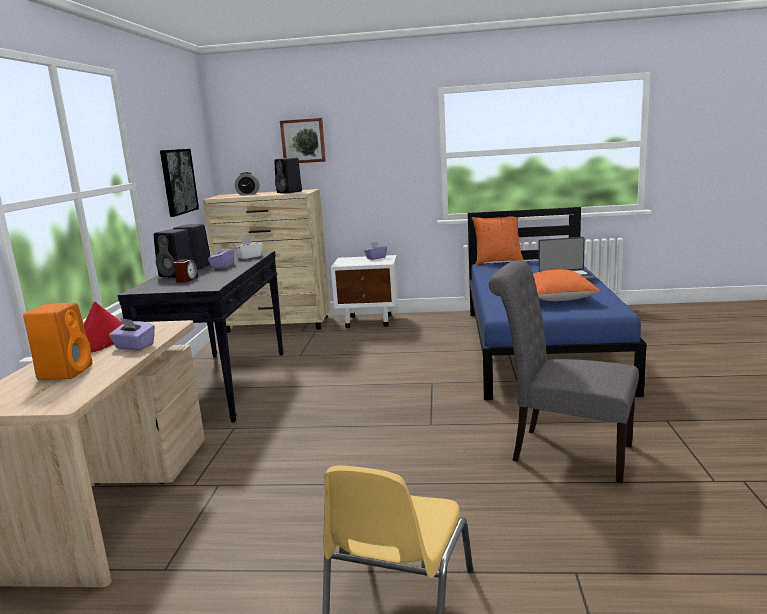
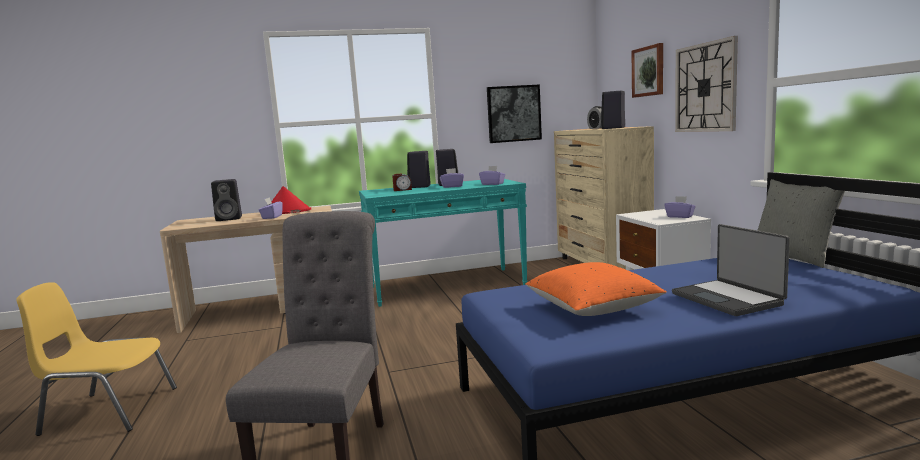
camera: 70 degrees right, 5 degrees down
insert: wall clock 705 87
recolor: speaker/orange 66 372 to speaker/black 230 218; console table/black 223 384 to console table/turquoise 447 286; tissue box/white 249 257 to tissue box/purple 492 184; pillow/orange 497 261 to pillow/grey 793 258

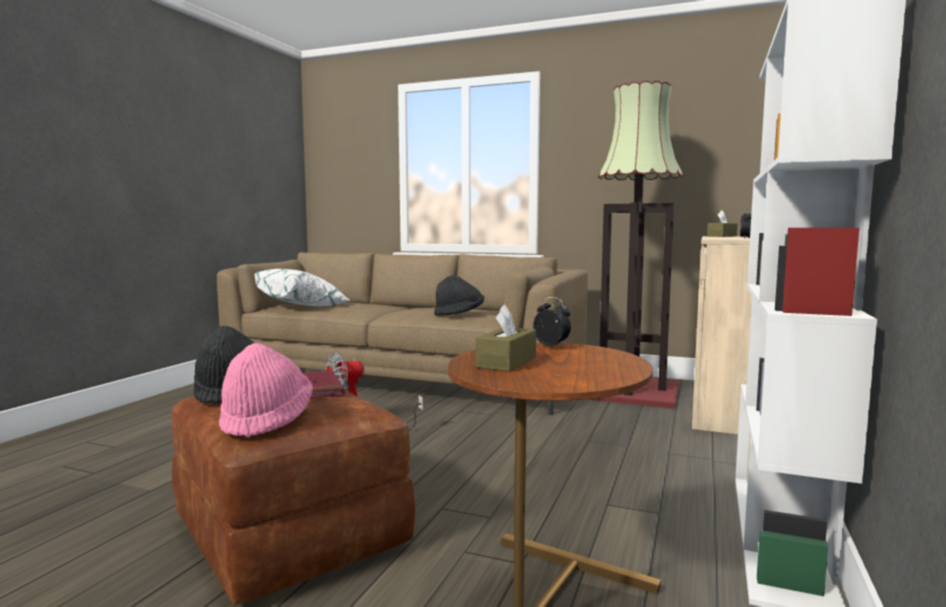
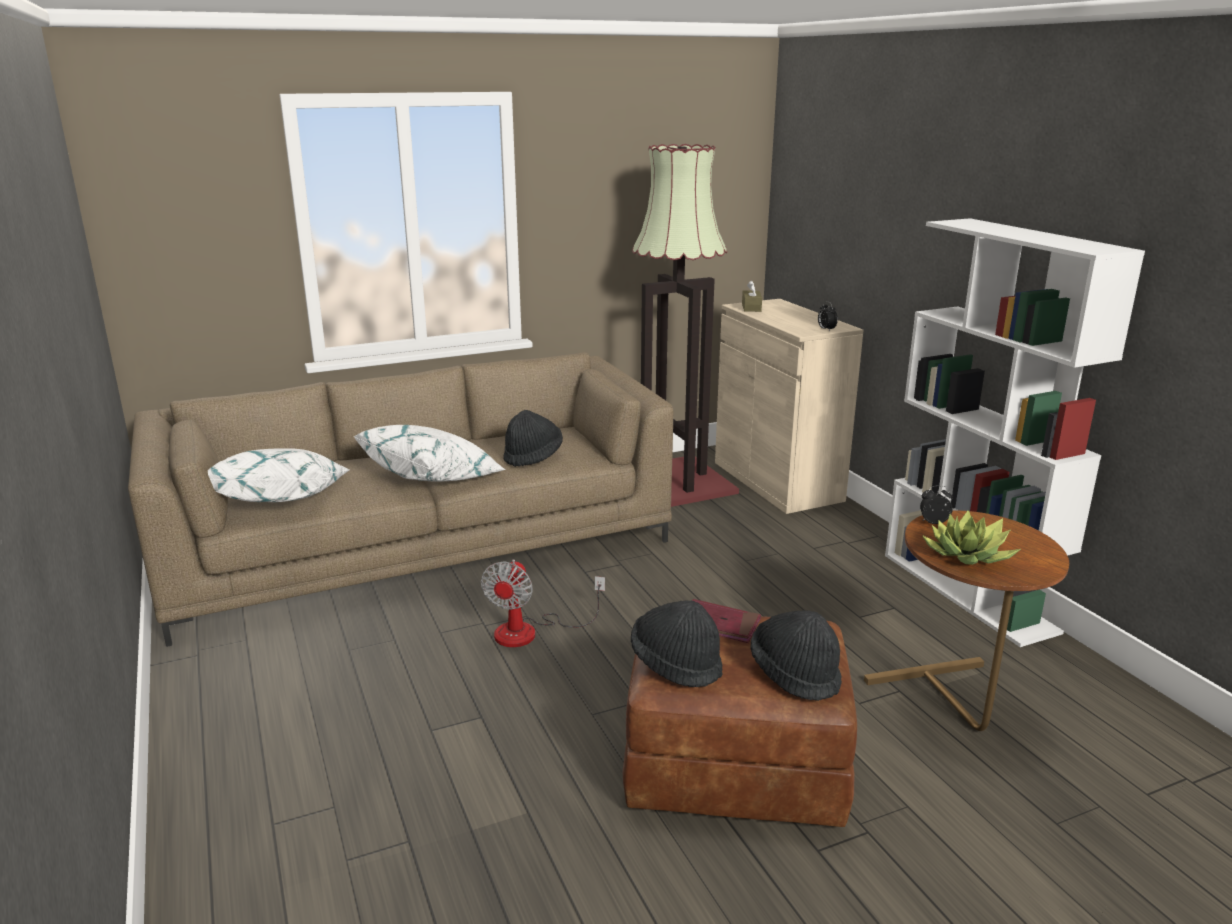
camera: 45 degrees left, 15 degrees up
insert: pillow/white 433 477
replace: tissue box/brown 506 362 to potted plant 968 555
recolor: hat/pink 267 420 to hat/black 795 674

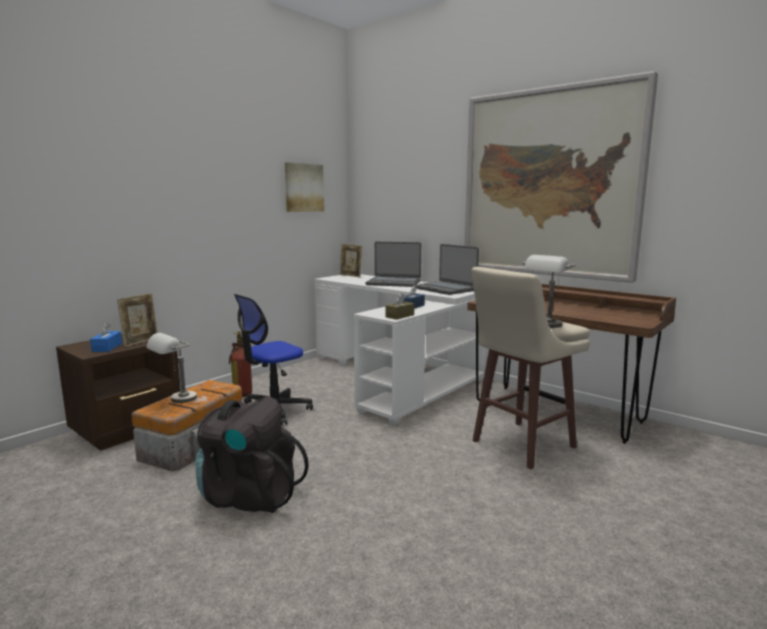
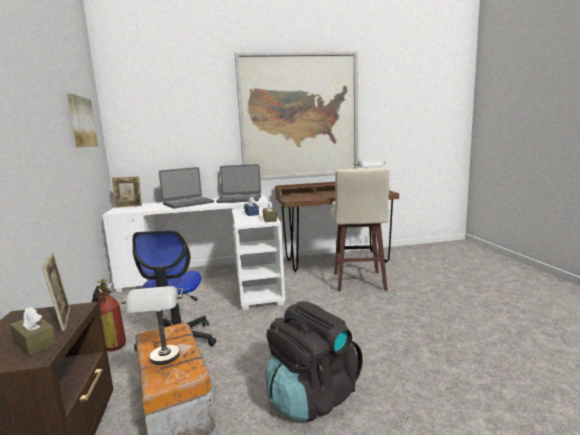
camera: 50 degrees left, 0 degrees up
recolor: tissue box/blue 107 347 to tissue box/brown 35 342

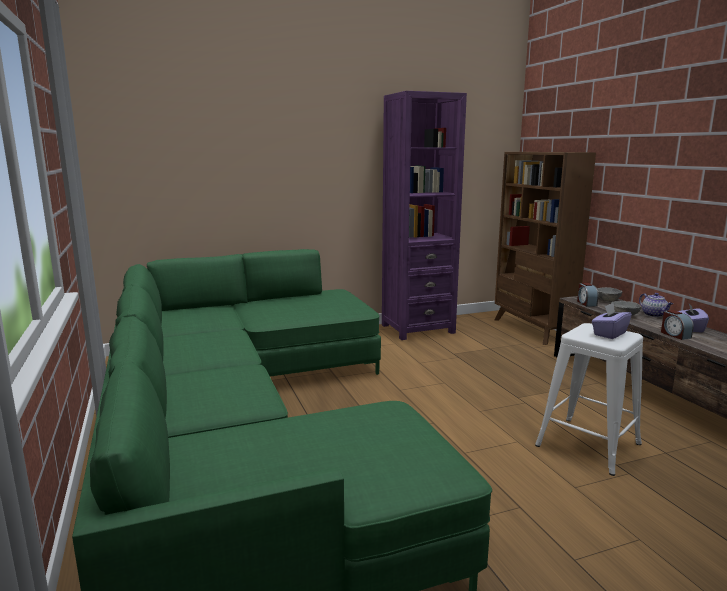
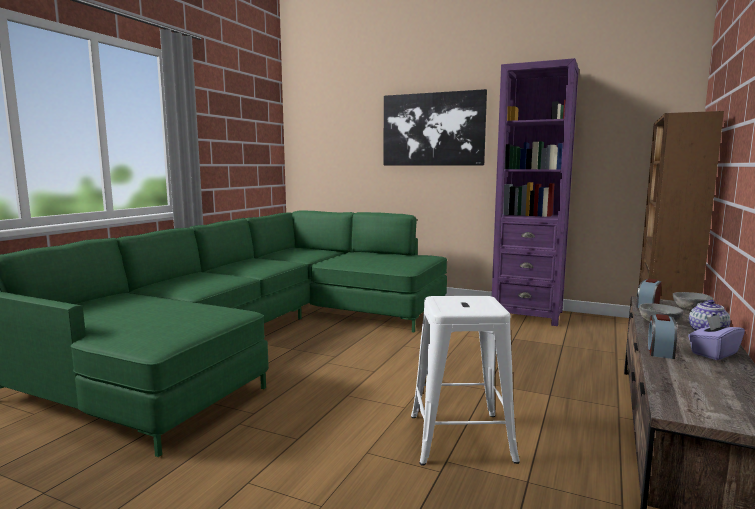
camera: 45 degrees right, 5 degrees down
delete: tissue box/purple 609 334
insert: picture 433 129

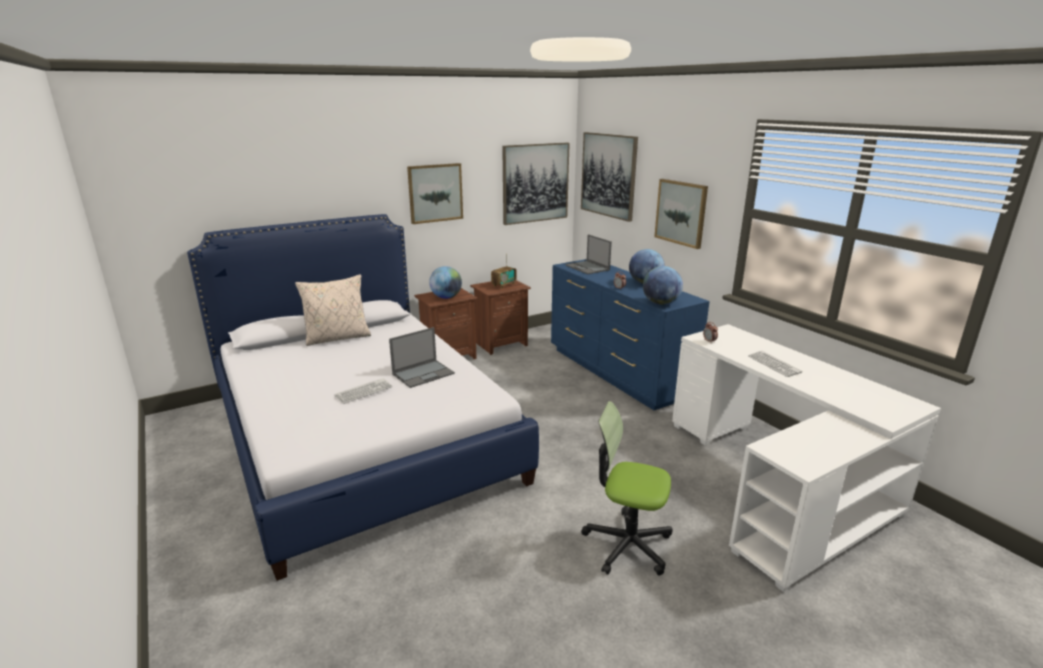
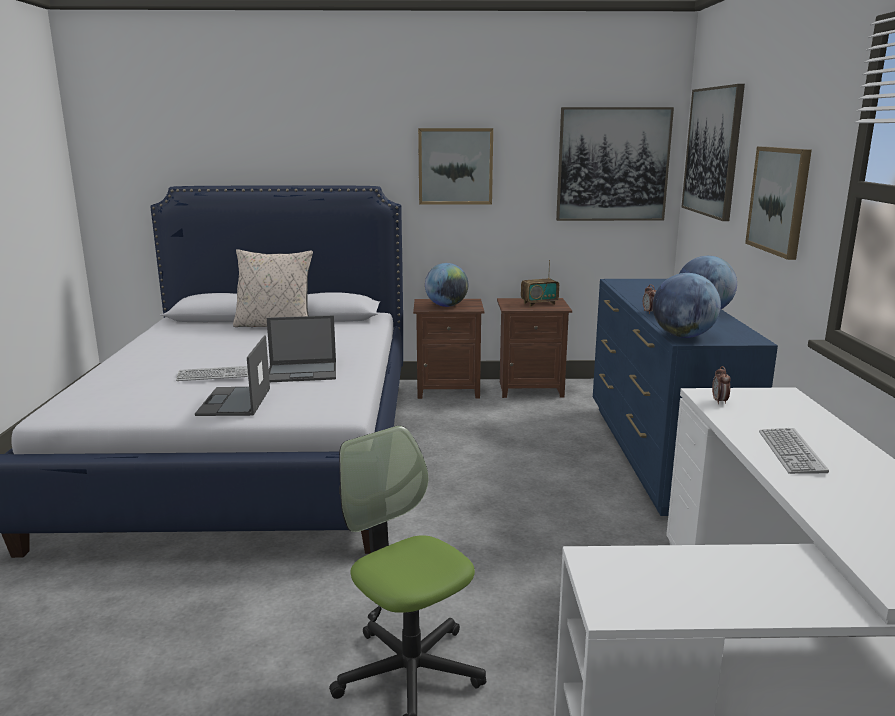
camera: 30 degrees right, 5 degrees down
move: laptop 588 268 to 234 402

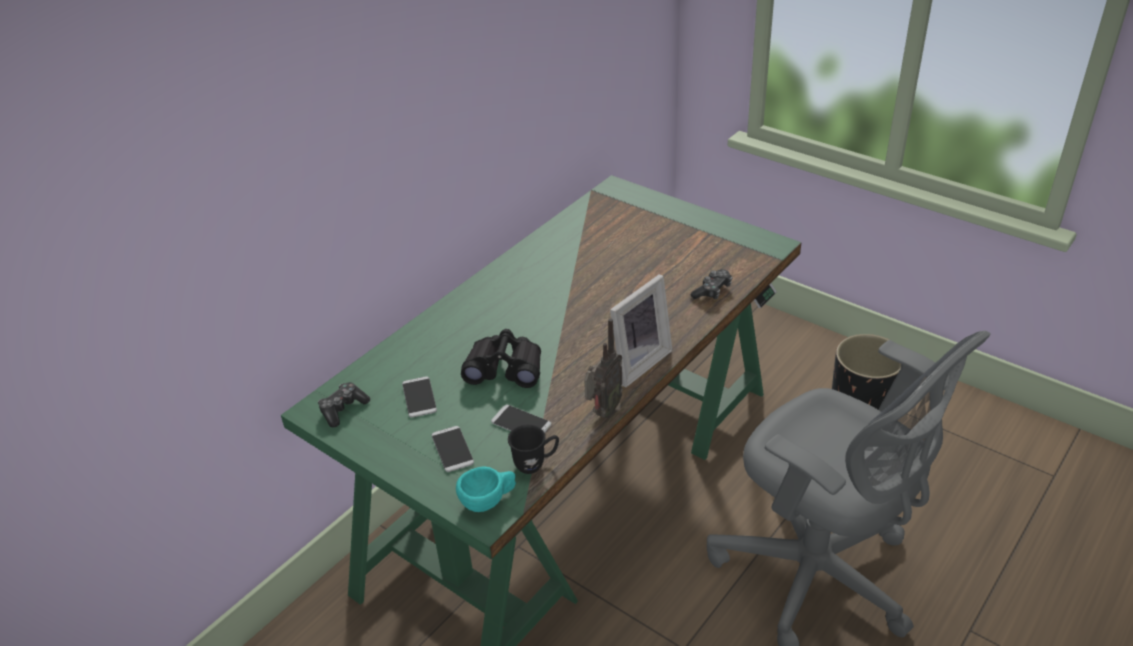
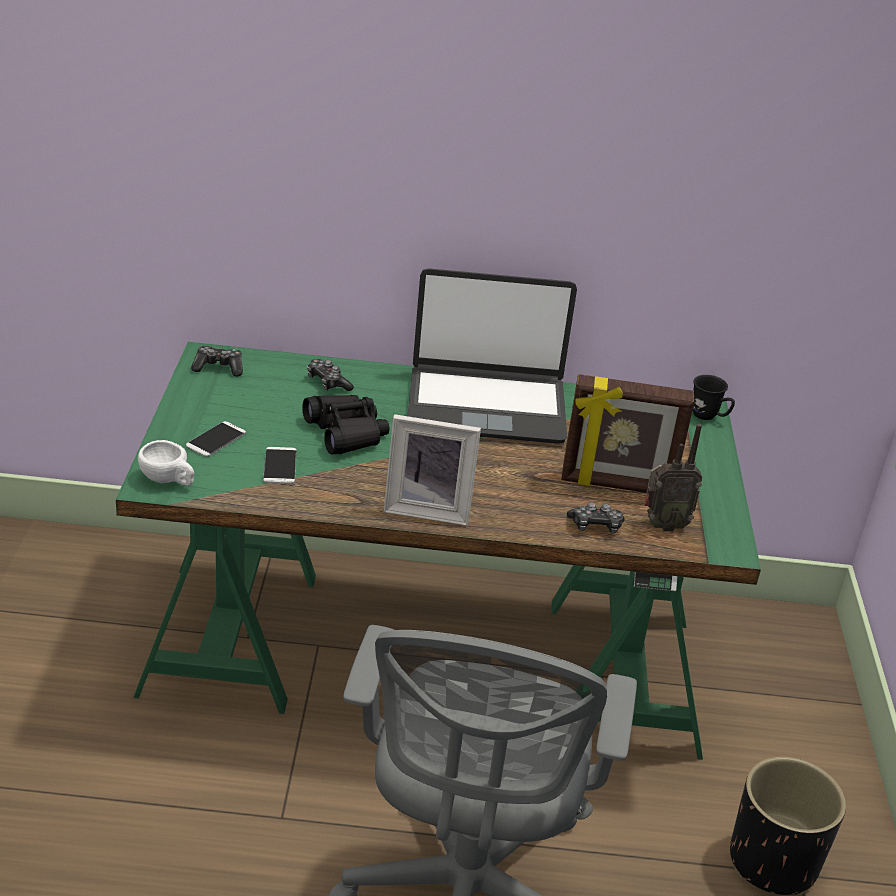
camera: 50 degrees right, 5 degrees down
delete: phone 419 397
insert: game controller 328 383; laptop 486 405; picture frame 617 485
move: radio 603 411 to 663 525; mug/black 535 464 to 709 416
recolor: cup/turquoise 489 500 to cup/white 168 480

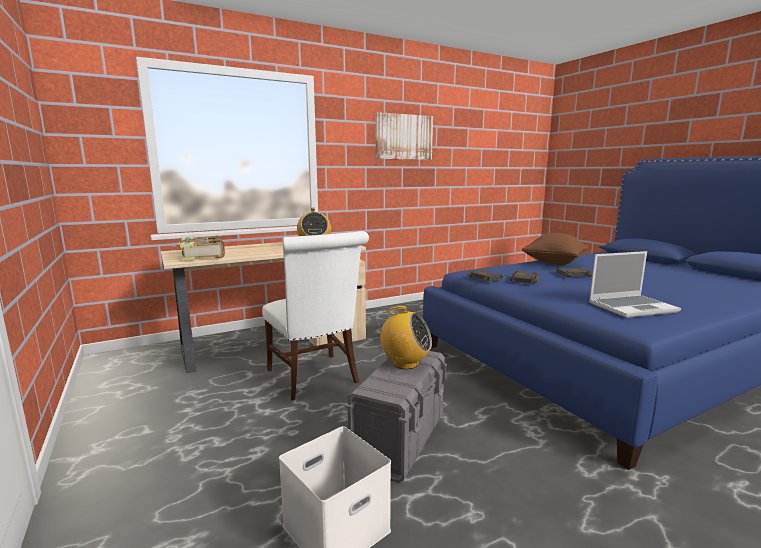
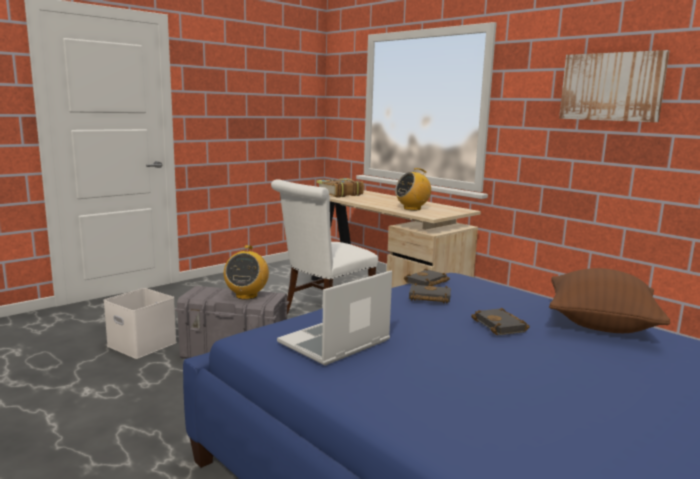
camera: 75 degrees right, 0 degrees up
rotate: laptop 632 307 = 334 343 75 degrees clockwise

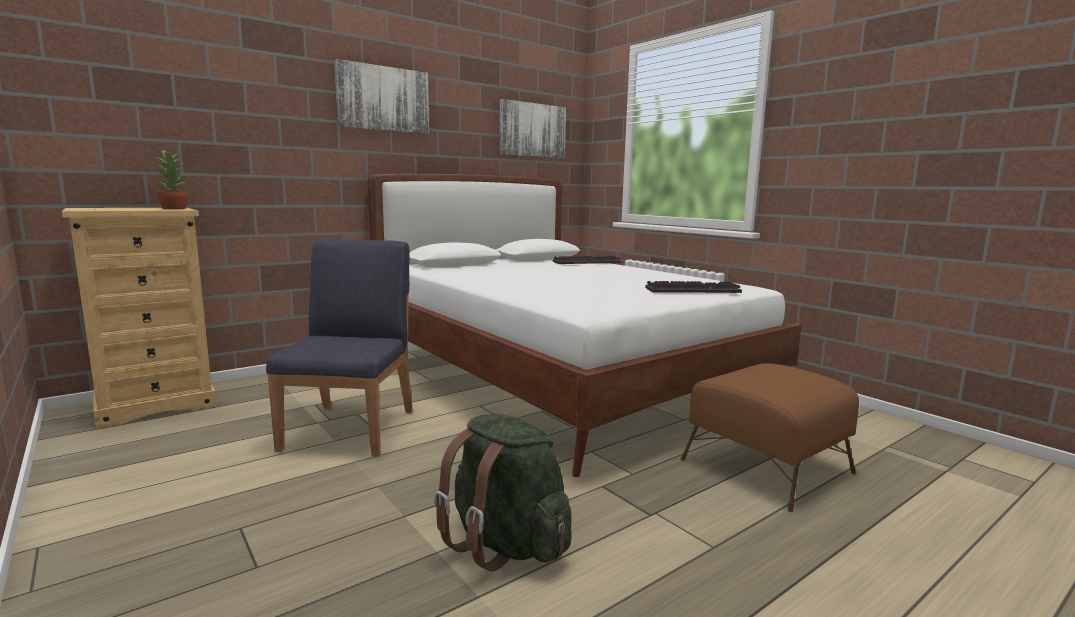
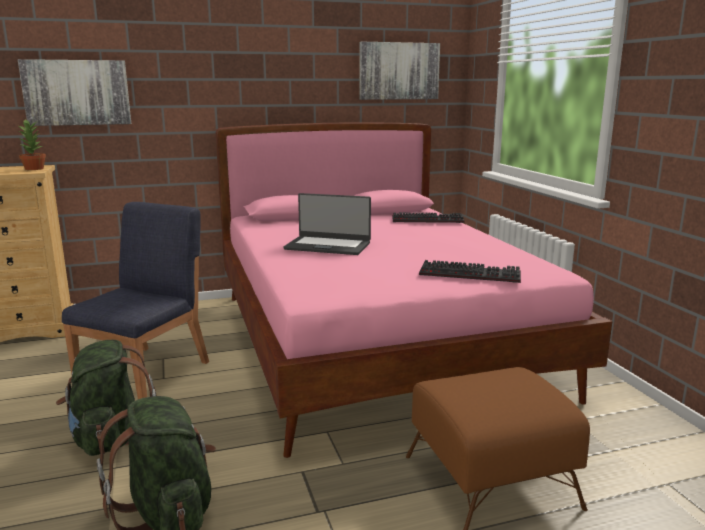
camera: 20 degrees right, 5 degrees up
insert: backpack/green 109 438; laptop 328 246
move: picture 383 99 to 77 92
recolor: bed/white 561 379 to bed/pink 375 343

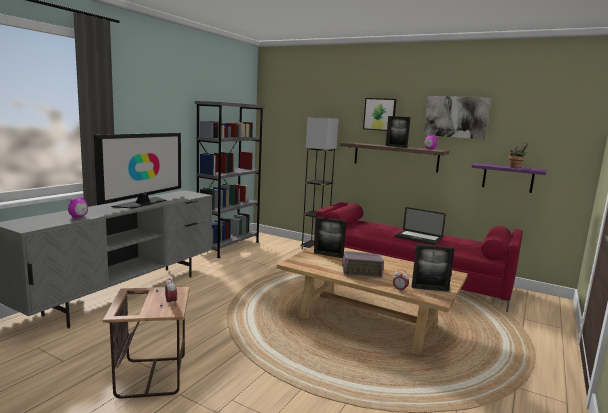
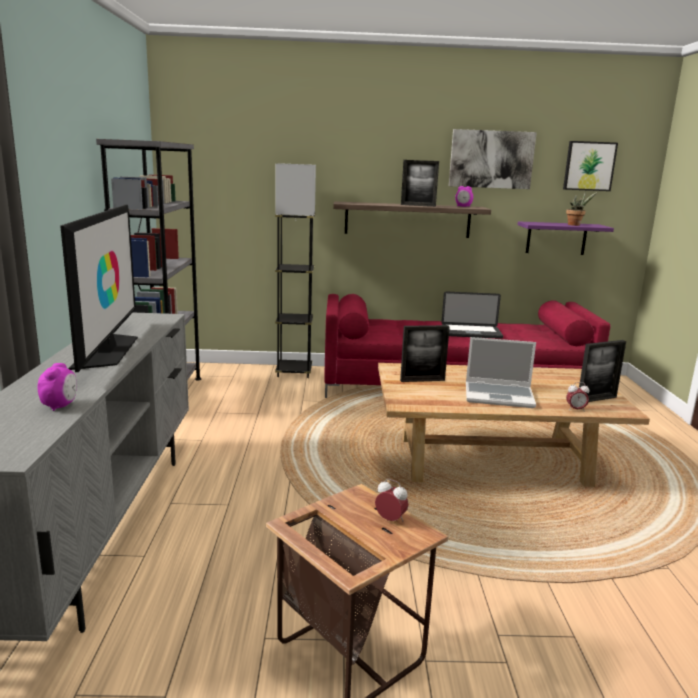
camera: 30 degrees left, 5 degrees up
move: picture 380 114 to 589 166
replace: radio 361 272 to laptop 499 396

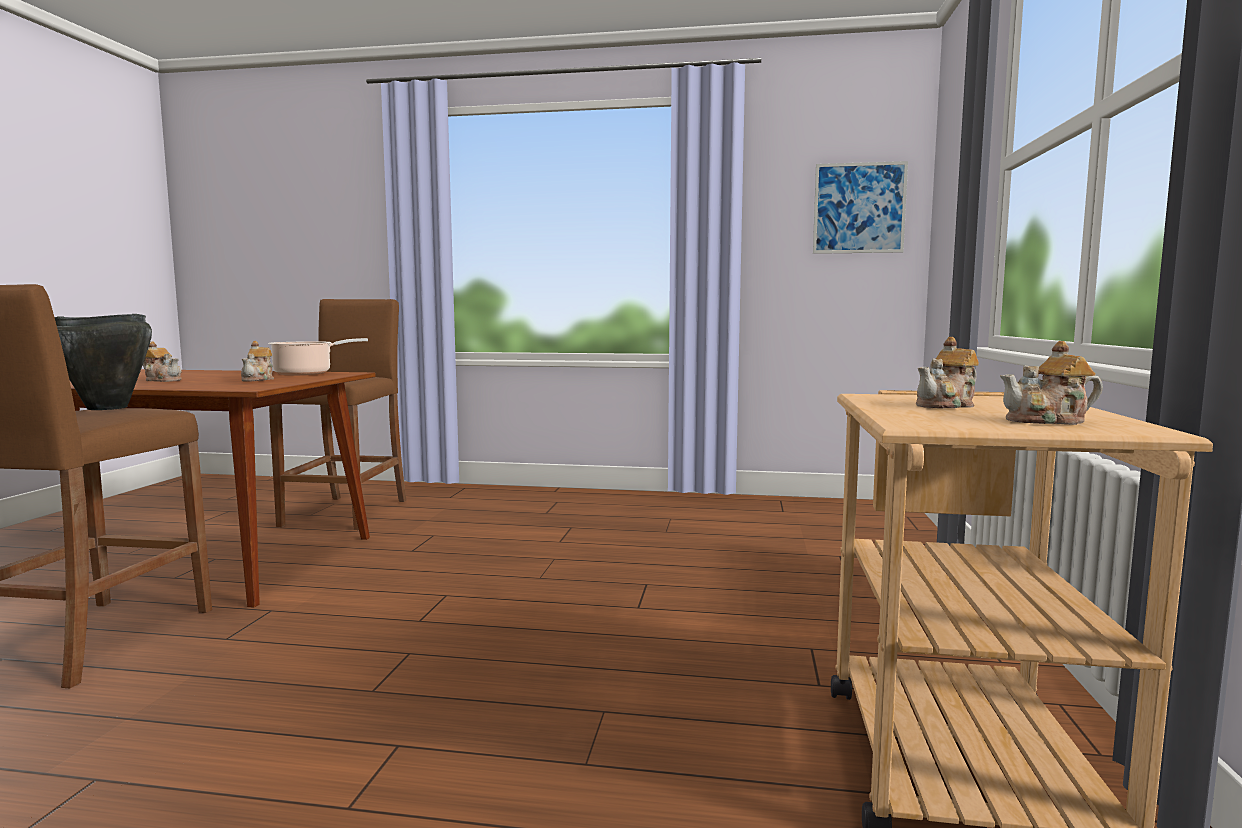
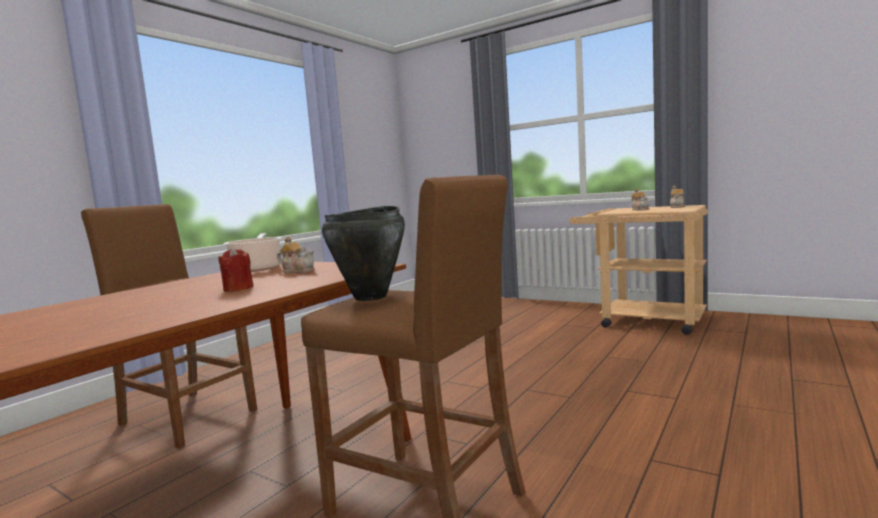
camera: 65 degrees left, 0 degrees up
delete: picture 859 208
replace: teapot 163 380 to candle/red 238 288

